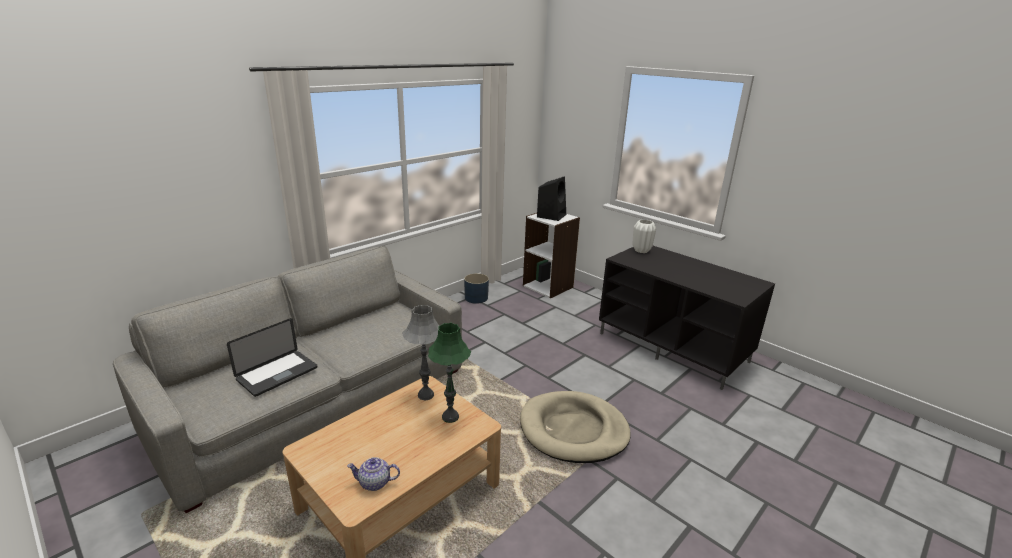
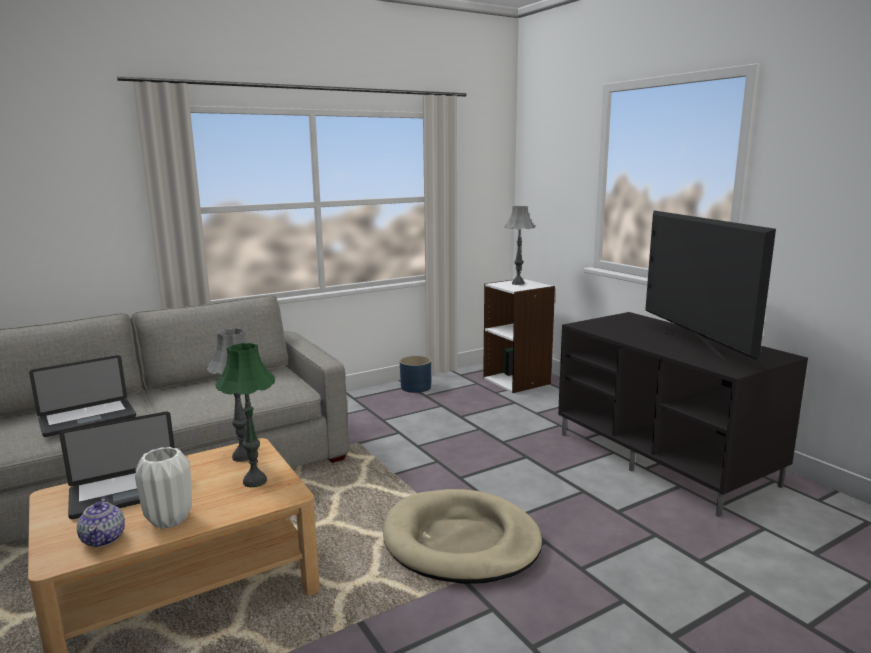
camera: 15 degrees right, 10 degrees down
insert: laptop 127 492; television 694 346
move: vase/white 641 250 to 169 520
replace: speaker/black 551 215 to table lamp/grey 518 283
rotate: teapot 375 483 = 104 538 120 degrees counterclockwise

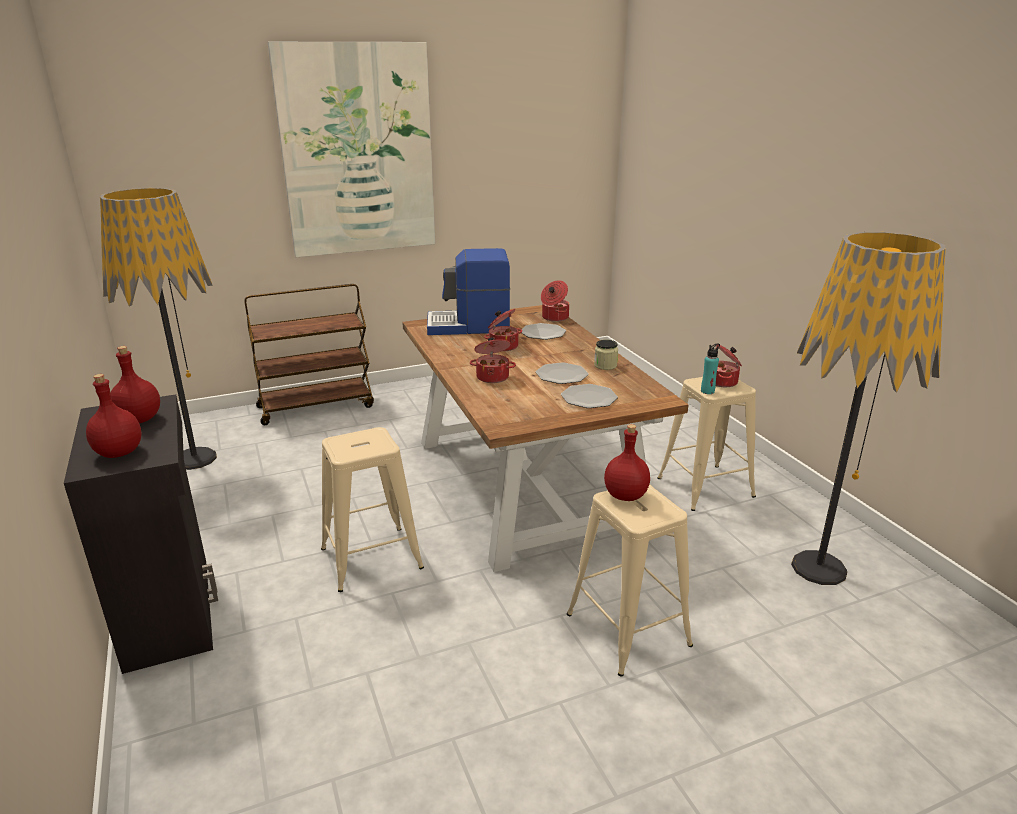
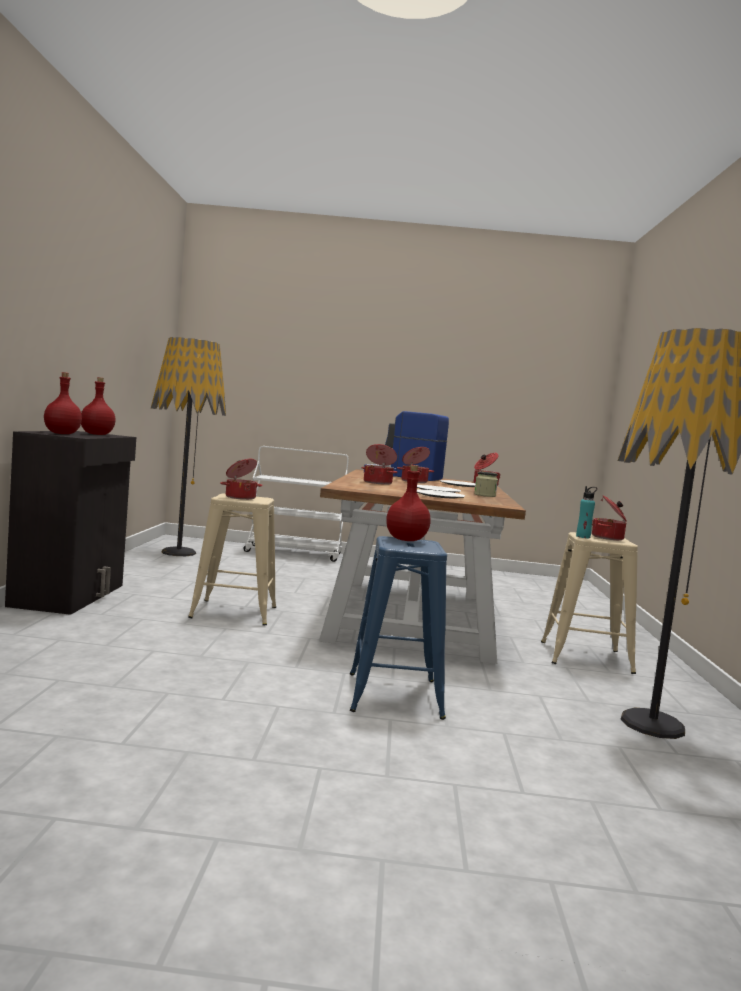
camera: 25 degrees right, 20 degrees down
delete: picture 358 151
insert: cooking pot 240 497
recolor: cart/brown 316 406 to cart/white 294 553; stool/beige 627 629 to stool/blue 394 695

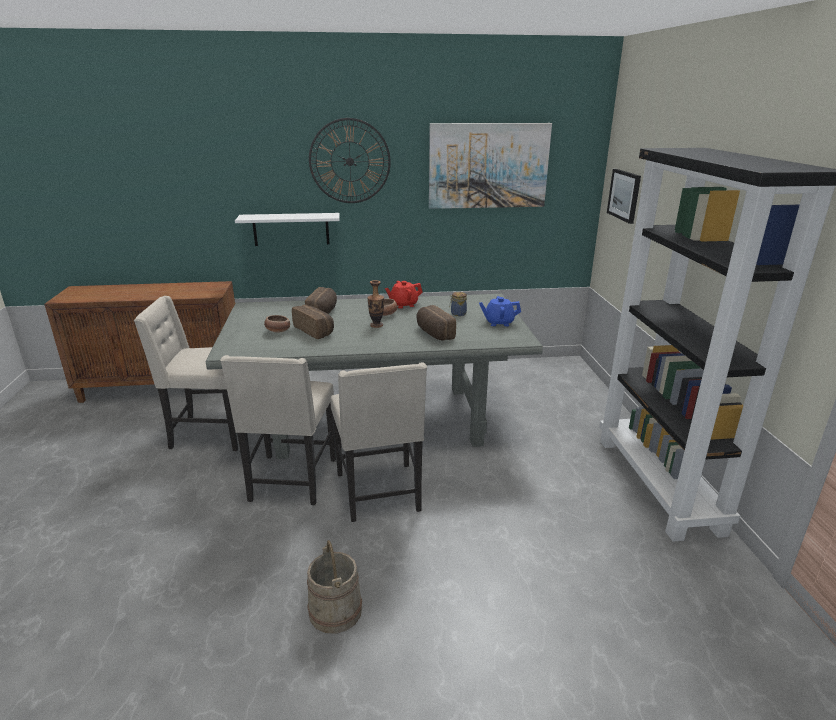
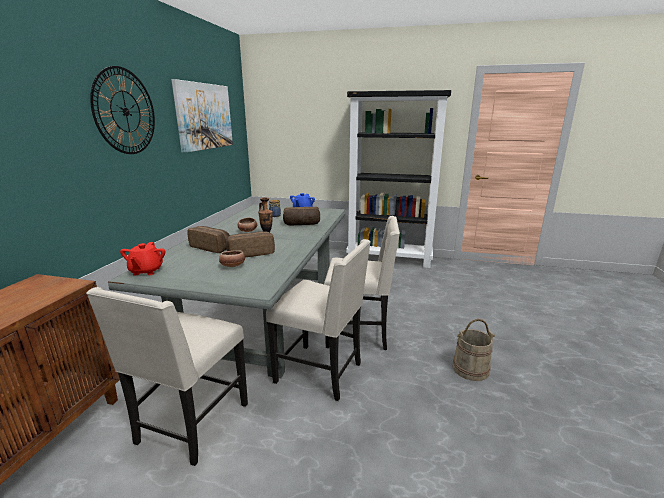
camera: 70 degrees left, 5 degrees down
delete: shelf/white 291 229; picture 624 195
move: teapot/red 403 305 to 146 271

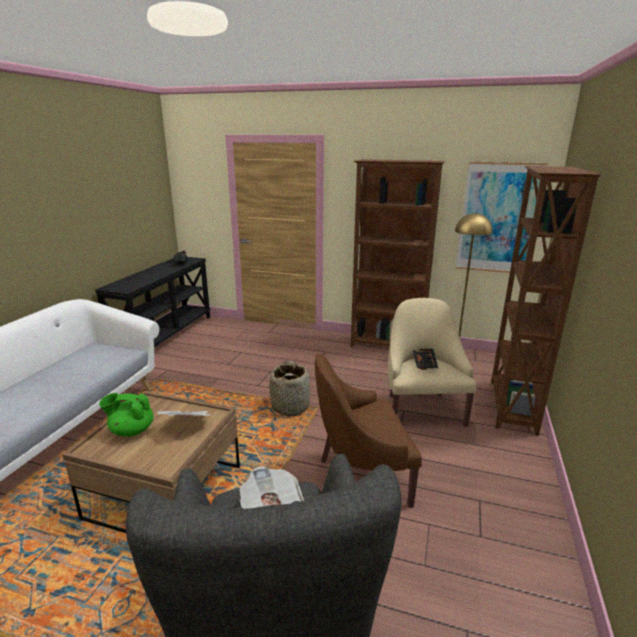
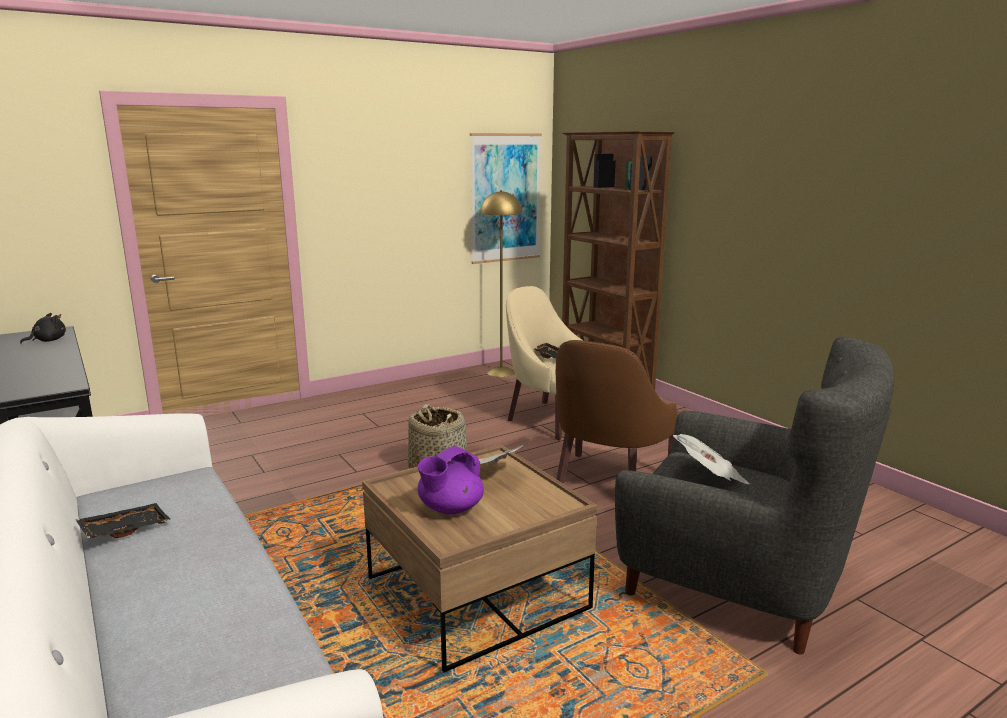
camera: 50 degrees left, 5 degrees down
delete: bookcase/brown 387 346
insert: tray/black 125 529
recolor: teapot/green 131 430 to teapot/purple 450 508

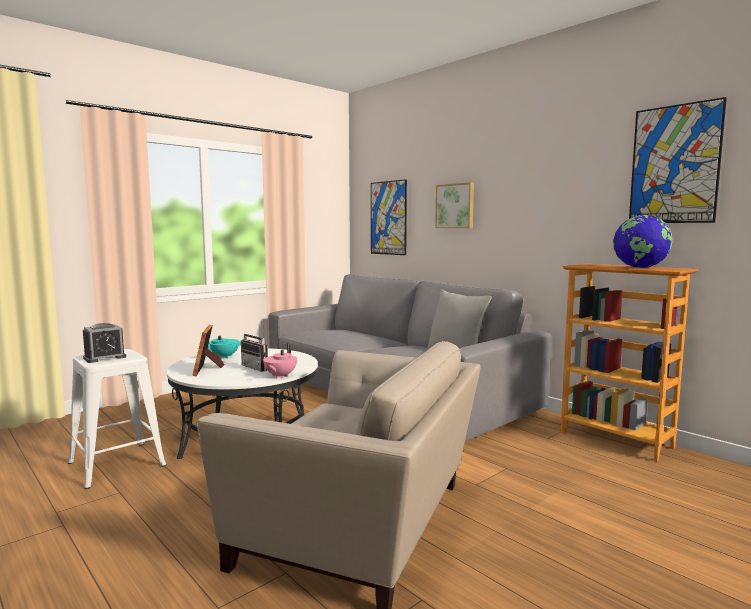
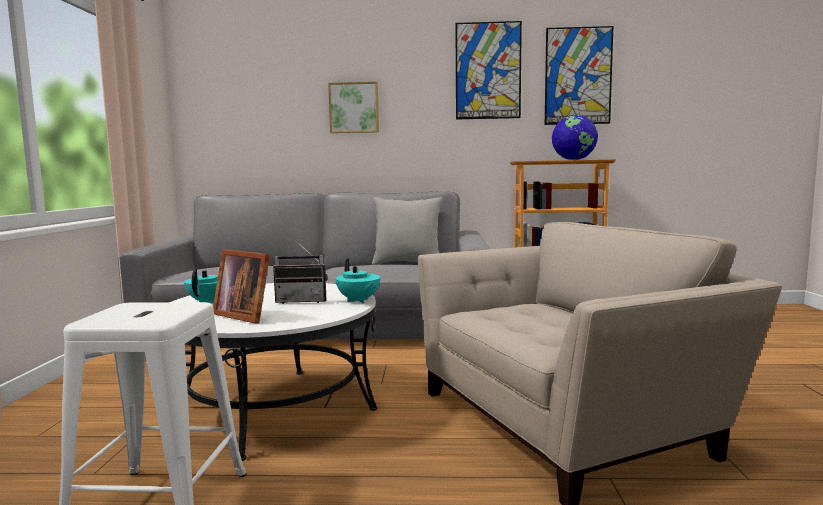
camera: 45 degrees left, 0 degrees up
delete: alarm clock 104 358
move: picture 388 218 to 488 71
recolor: teapot/pink 280 376 to teapot/turquoise 358 300

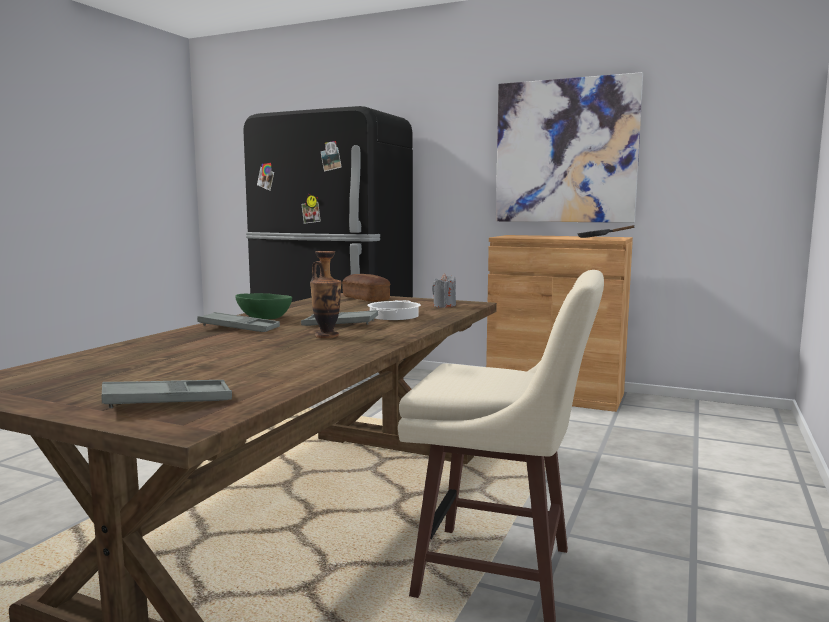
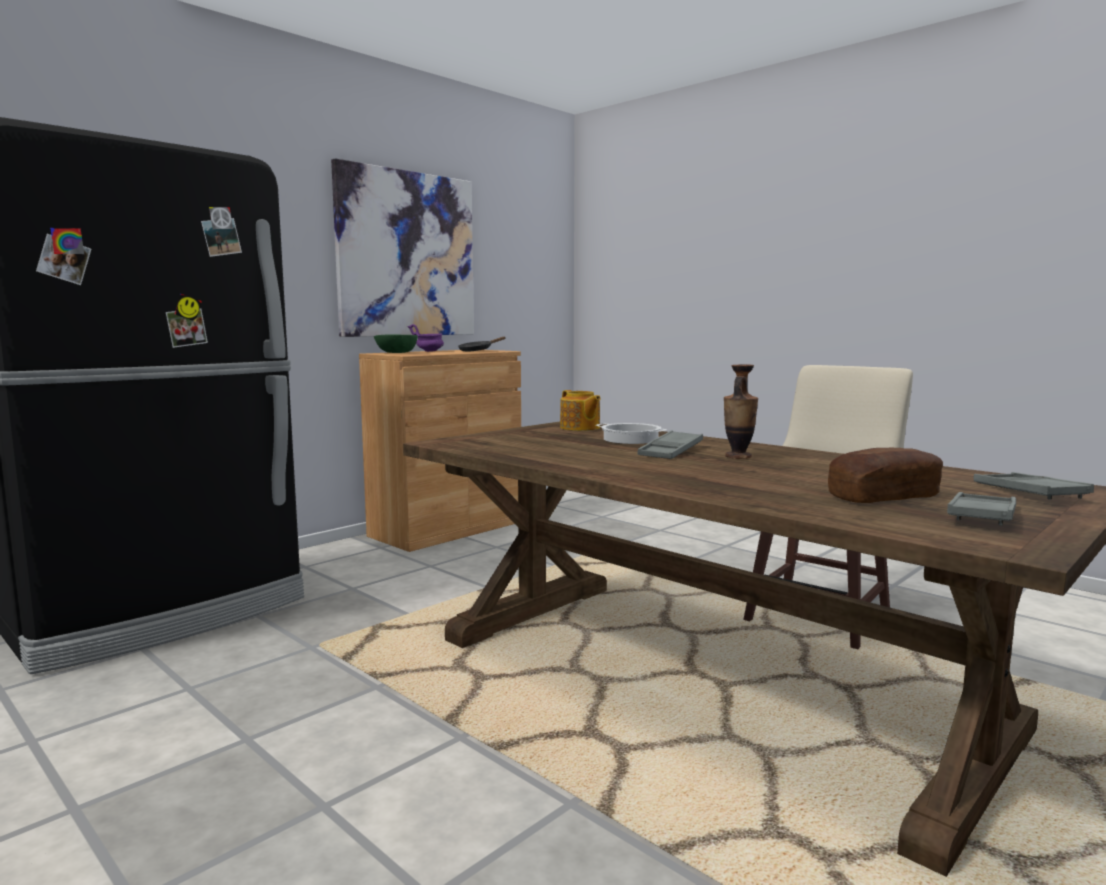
camera: 70 degrees left, 0 degrees up
insert: bowl/purple 429 351
move: bowl/green 264 318 to 397 353; bread 366 299 to 883 497; tray/grey 239 328 to 982 516
replace: candle/grey 444 306 to teapot 580 428

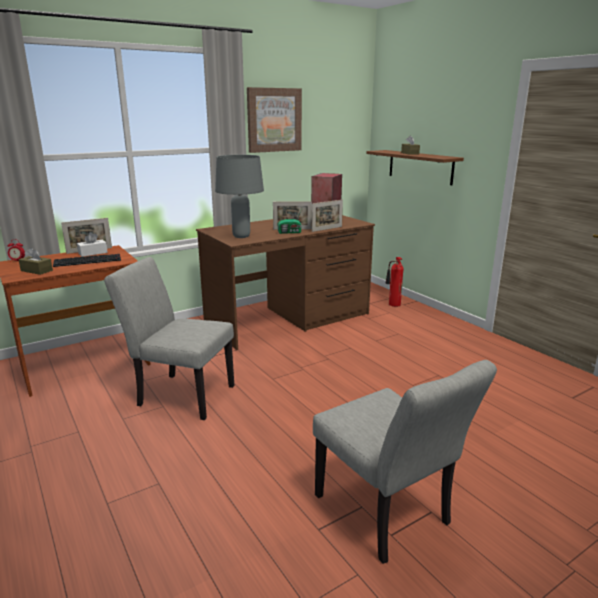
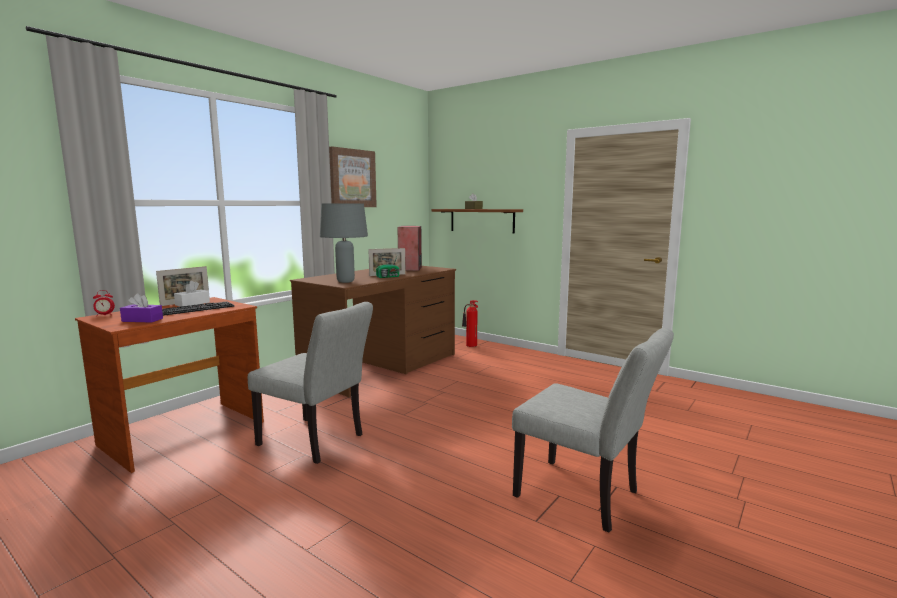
camera: 20 degrees left, 10 degrees down
delete: picture frame 327 229
recolor: tissue box/brown 36 270 to tissue box/purple 142 320
rotate: chair/grey 180 394 = 317 441 150 degrees counterclockwise

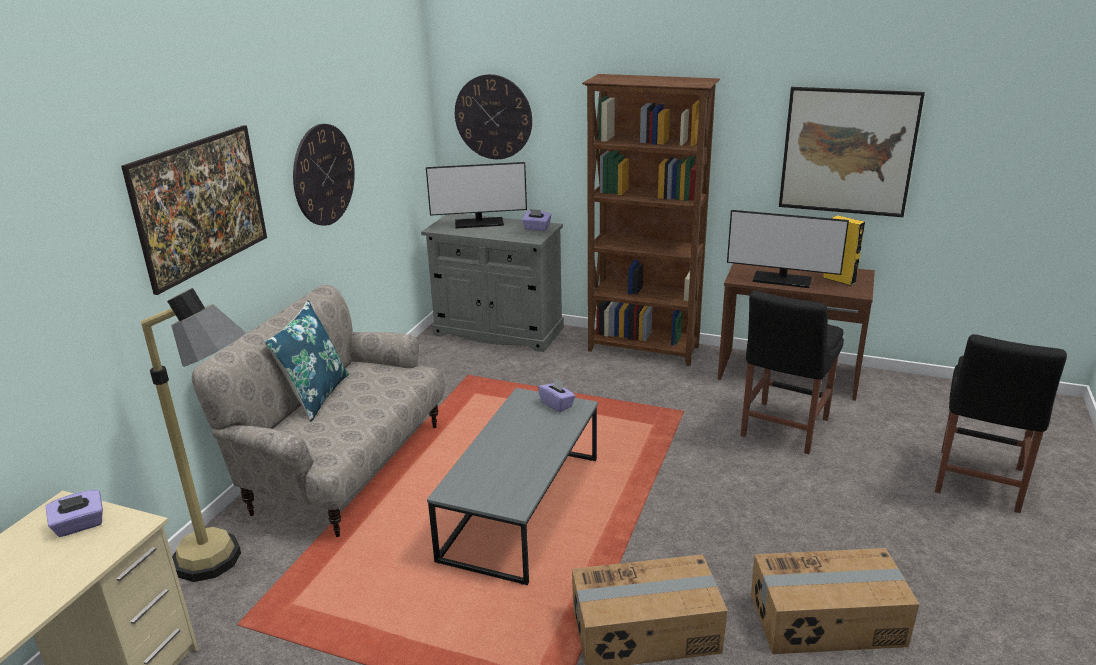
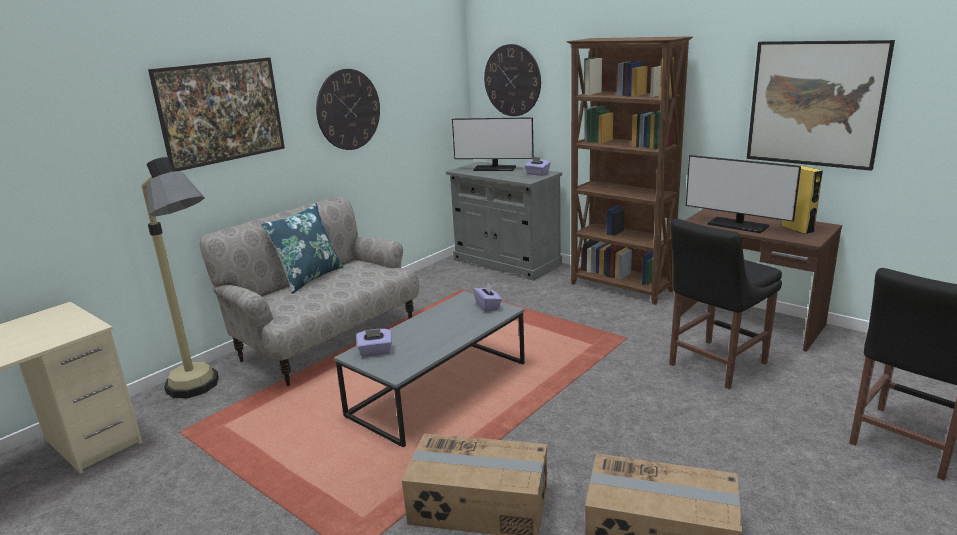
camera: 20 degrees right, 5 degrees down
move: tissue box/purple 80 525 to 375 352

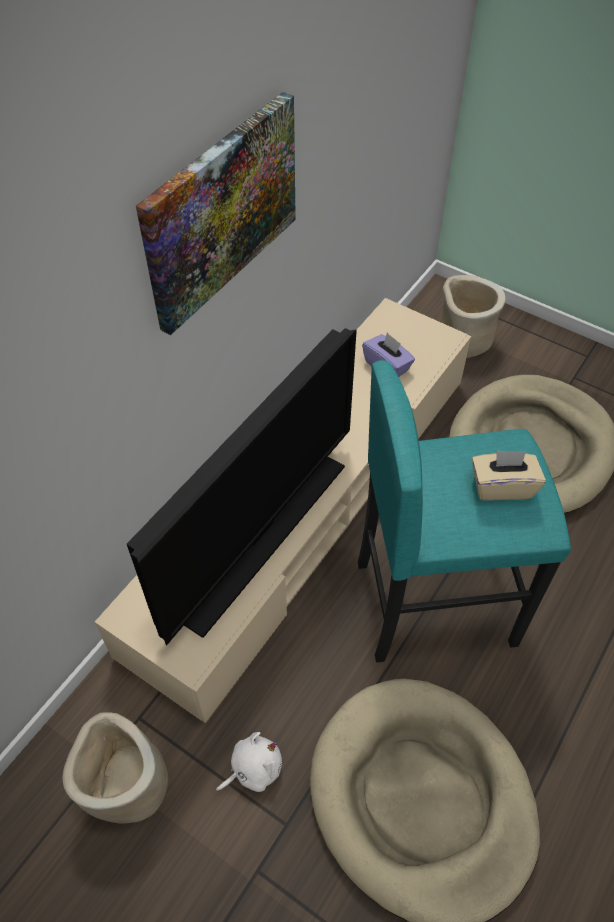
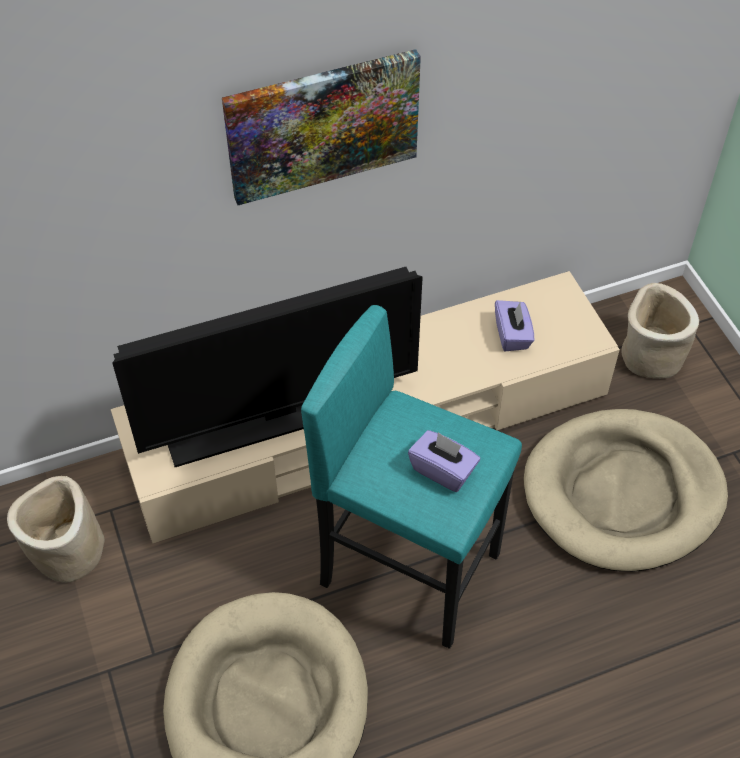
camera: 35 degrees right, 0 degrees up
delete: plush toy/white 253 768
recolor: tissue box/beige 502 486 to tissue box/purple 443 470

